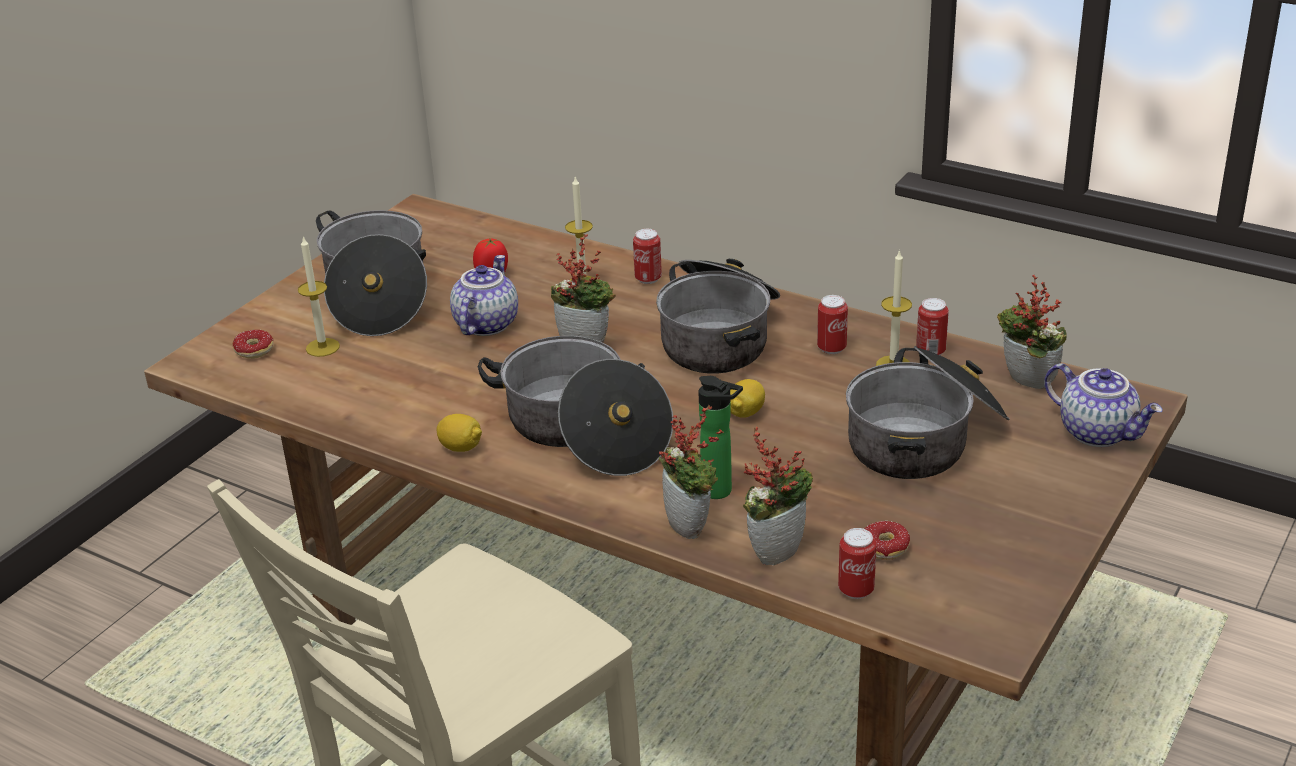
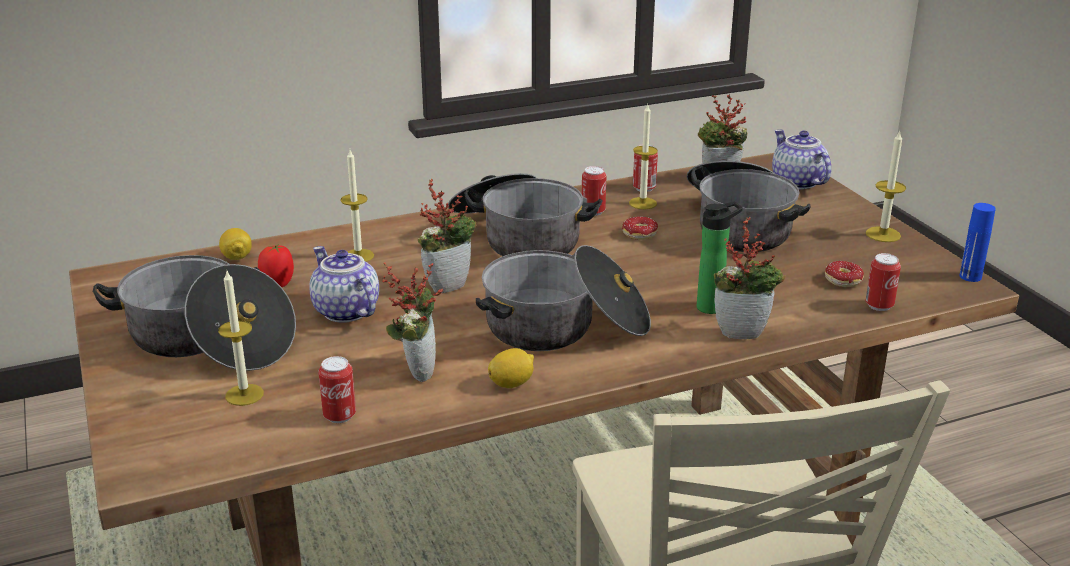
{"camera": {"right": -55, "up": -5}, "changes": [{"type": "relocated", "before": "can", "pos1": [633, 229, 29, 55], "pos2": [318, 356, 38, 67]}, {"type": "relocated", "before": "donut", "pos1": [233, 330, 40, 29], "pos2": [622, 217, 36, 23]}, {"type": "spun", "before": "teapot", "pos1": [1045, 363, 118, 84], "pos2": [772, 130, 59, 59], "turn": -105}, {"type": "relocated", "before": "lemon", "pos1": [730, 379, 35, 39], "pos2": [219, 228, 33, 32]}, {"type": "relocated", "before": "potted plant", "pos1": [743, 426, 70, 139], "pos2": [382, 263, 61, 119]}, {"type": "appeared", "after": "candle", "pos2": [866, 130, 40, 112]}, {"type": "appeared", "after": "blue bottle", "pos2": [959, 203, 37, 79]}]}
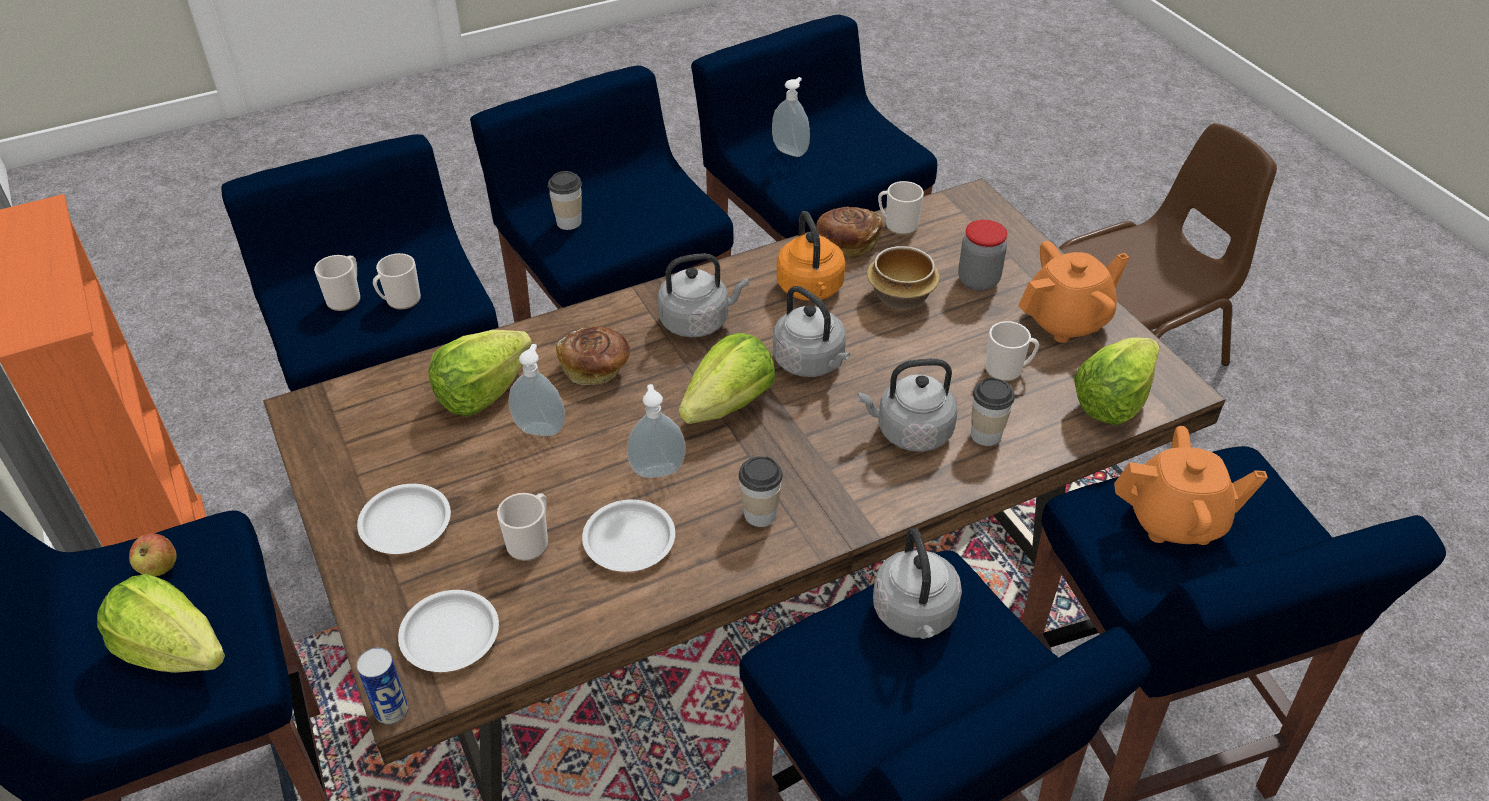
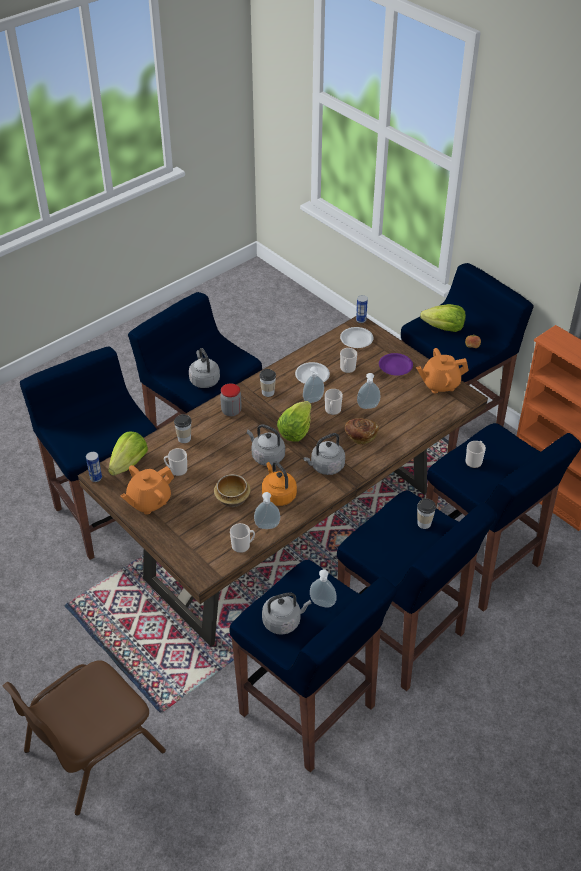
{"camera": {"right": 165, "up": 0}, "changes": [{"type": "exchanged", "before": "bread", "after": "soap dispenser", "pos1": [816, 206, 67, 52], "pos2": [254, 492, 26, 37]}, {"type": "relocated", "before": "jar", "pos1": [958, 220, 49, 71], "pos2": [220, 383, 22, 33]}, {"type": "relocated", "before": "mug", "pos1": [314, 255, 46, 56], "pos2": [325, 389, 18, 26]}, {"type": "missing", "before": "lettuce", "pos1": [428, 330, 104, 86]}, {"type": "relocated", "before": "grey kettle", "pos1": [858, 359, 99, 93], "pos2": [262, 592, 49, 43]}, {"type": "relocated", "before": "orange teapot", "pos1": [1114, 426, 154, 119], "pos2": [416, 348, 53, 46]}, {"type": "colour", "before": "white plate", "after": "purple plate", "pos1": [357, 484, 94, 70], "pos2": [379, 353, 34, 23]}, {"type": "appeared", "after": "can", "pos2": [86, 452, 16, 30]}]}
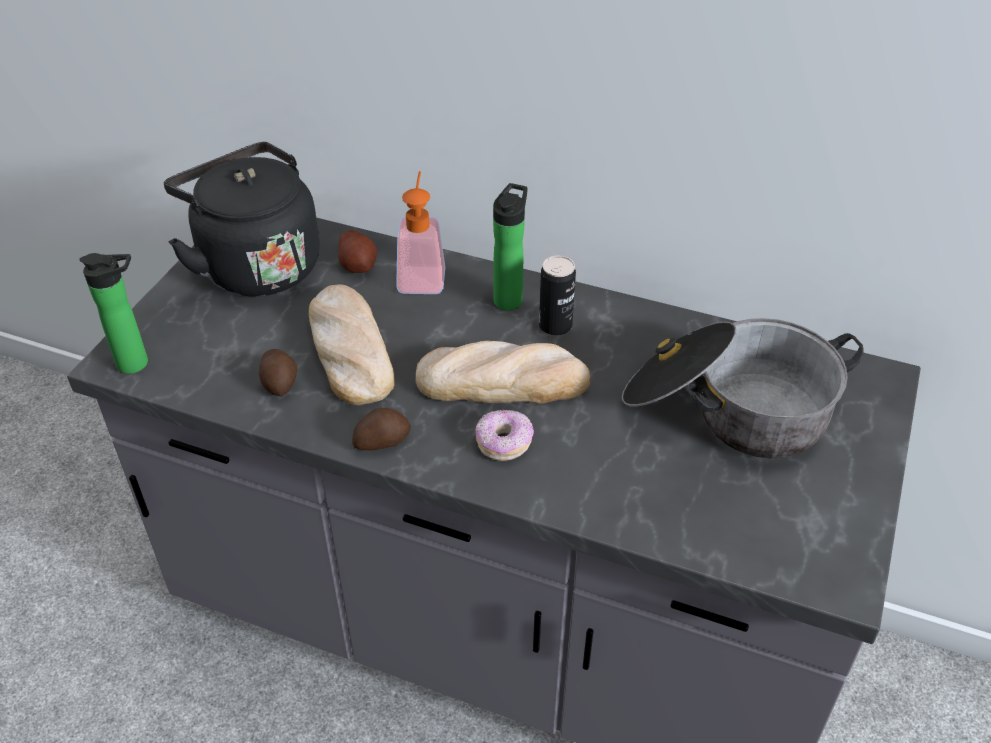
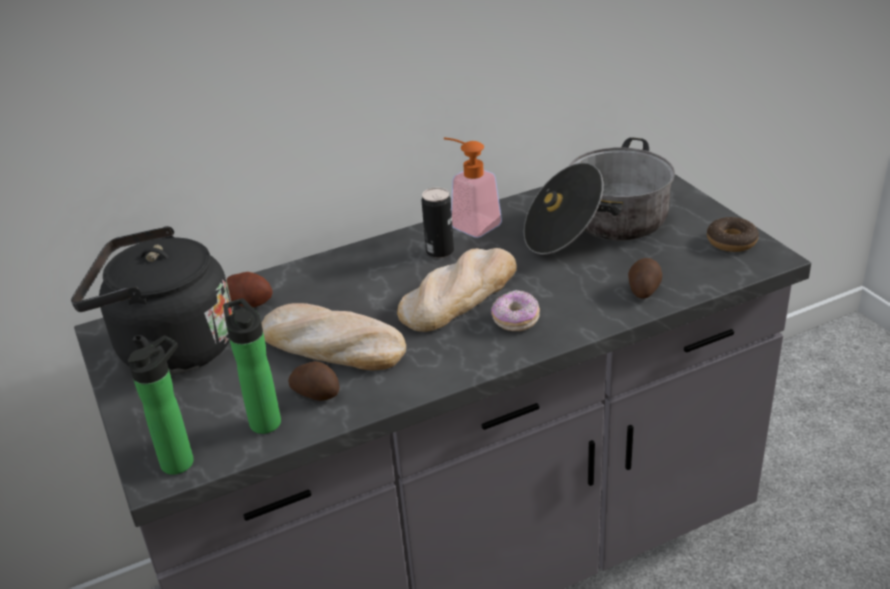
{"camera": {"right": -45, "up": -10}, "changes": [{"type": "relocated", "before": "soap dispenser", "pos1": [396, 171, 49, 123], "pos2": [444, 137, 58, 101]}, {"type": "relocated", "before": "bottle", "pos1": [493, 183, 34, 127], "pos2": [223, 298, 58, 136]}, {"type": "relocated", "before": "potato", "pos1": [352, 408, 59, 43], "pos2": [628, 258, 34, 41]}, {"type": "appeared", "after": "donut", "pos2": [707, 217, 52, 35]}]}
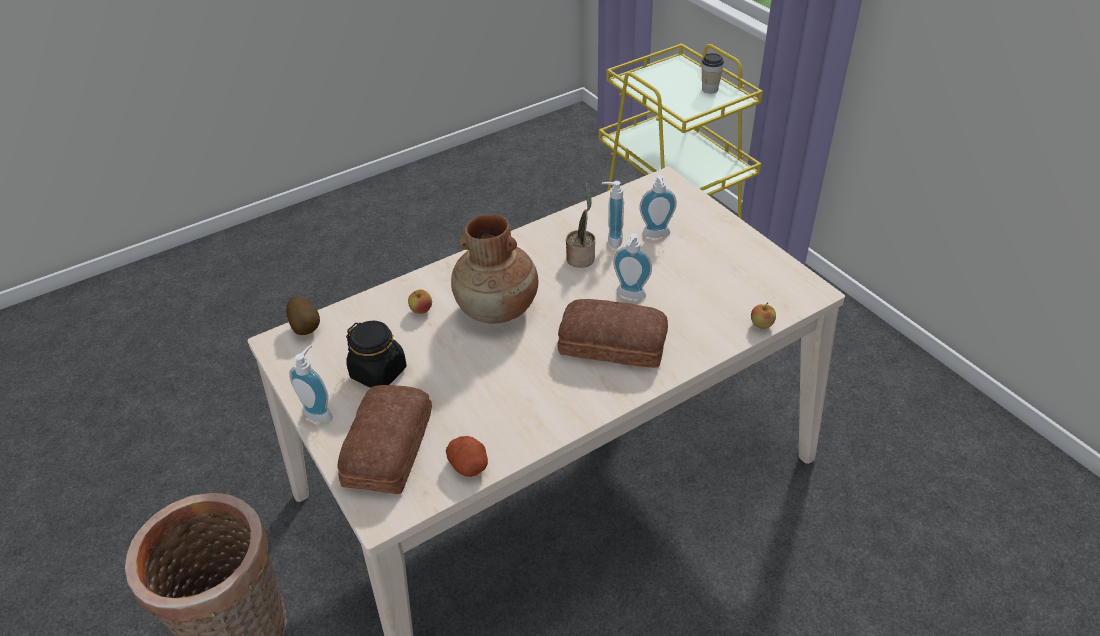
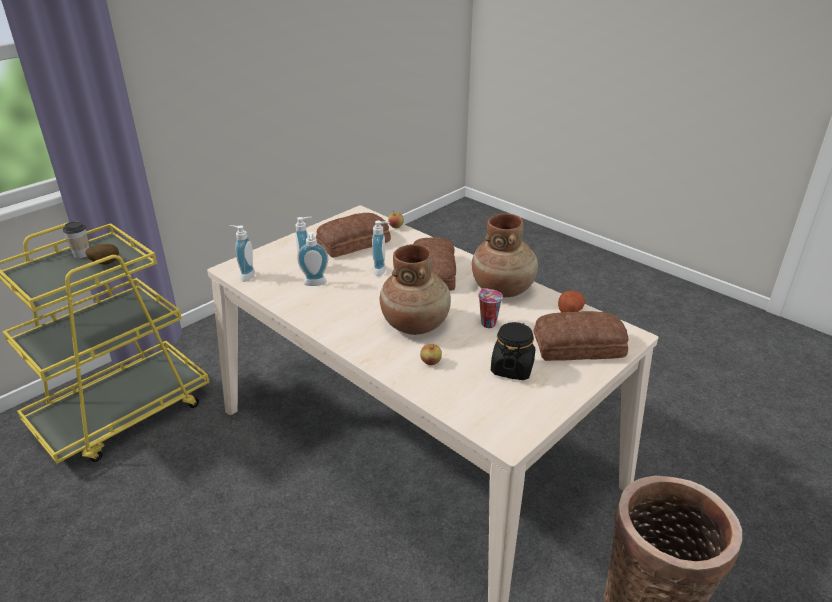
{"camera": {"right": -105, "up": -10}, "changes": [{"type": "missing", "before": "potted plant", "pos1": [566, 182, 29, 86]}, {"type": "relocated", "before": "potato", "pos1": [286, 296, 34, 39], "pos2": [85, 244, 34, 20]}, {"type": "relocated", "before": "soap dispenser", "pos1": [289, 345, 44, 78], "pos2": [229, 225, 26, 57]}, {"type": "appeared", "after": "bread", "pos2": [316, 213, 75, 45]}, {"type": "appeared", "after": "brown vase", "pos2": [472, 213, 66, 84]}, {"type": "appeared", "after": "cup", "pos2": [478, 288, 25, 40]}]}
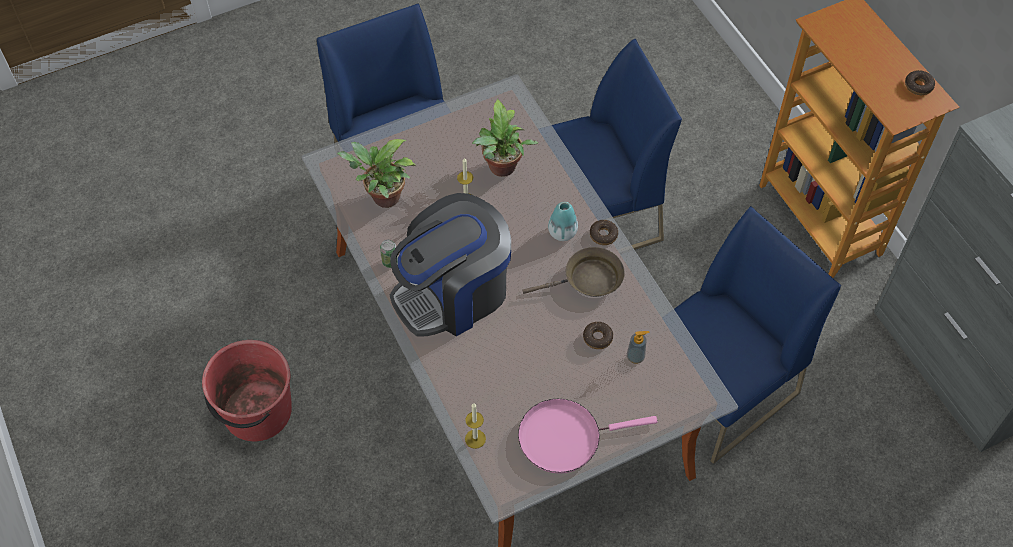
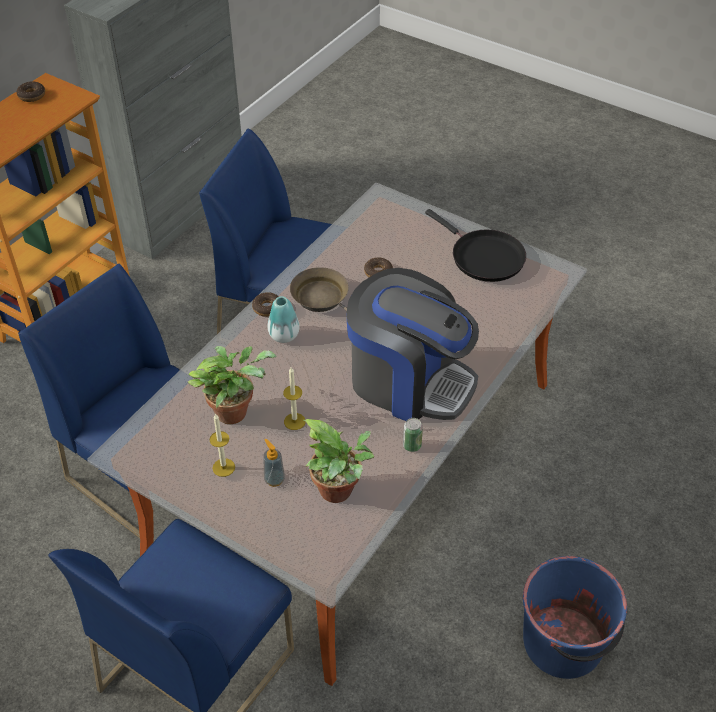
{"camera": {"right": -120, "up": -10}, "changes": [{"type": "relocated", "before": "soap dispenser", "pos1": [627, 331, 23, 33], "pos2": [263, 439, 22, 48]}, {"type": "colour", "before": "red bucket", "after": "blue bucket", "pos1": [202, 340, 90, 101], "pos2": [523, 556, 104, 123]}, {"type": "colour", "before": "pink frying pan", "after": "black frying pan", "pos1": [518, 399, 140, 75], "pos2": [425, 209, 101, 73]}, {"type": "relocated", "before": "candle", "pos1": [465, 403, 21, 46], "pos2": [210, 413, 25, 64]}]}
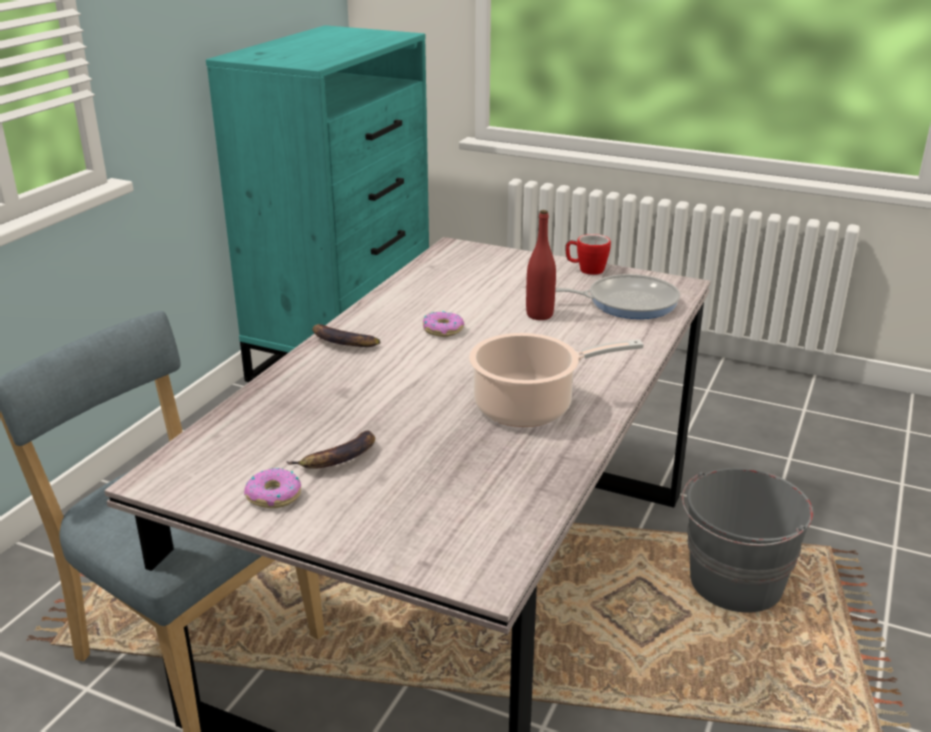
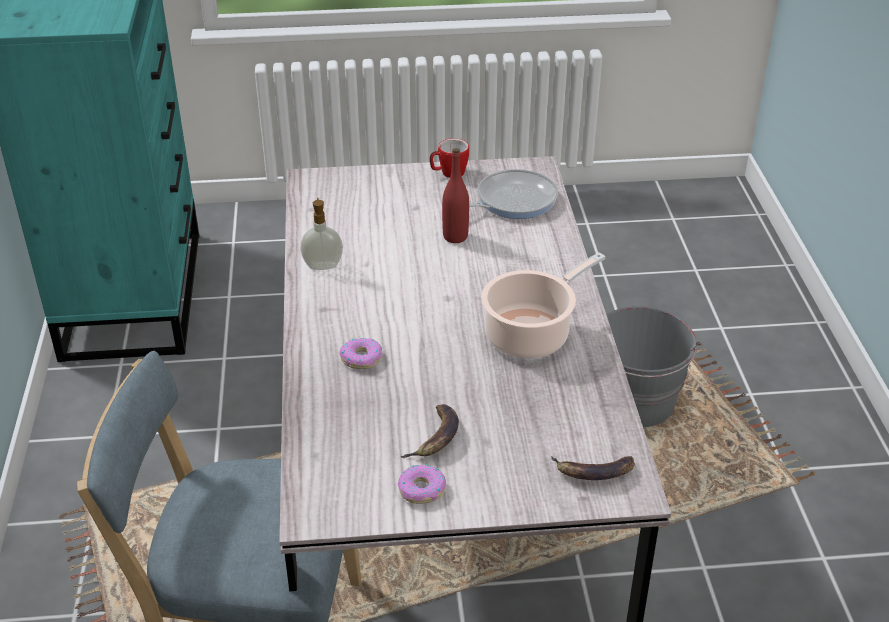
{"camera": {"right": -30, "up": 10}, "changes": [{"type": "relocated", "before": "donut", "pos1": [423, 311, 42, 26], "pos2": [340, 338, 42, 31]}, {"type": "relocated", "before": "banana", "pos1": [312, 324, 68, 23], "pos2": [551, 456, 84, 24]}, {"type": "appeared", "after": "soap dispenser", "pos2": [300, 198, 43, 72]}]}
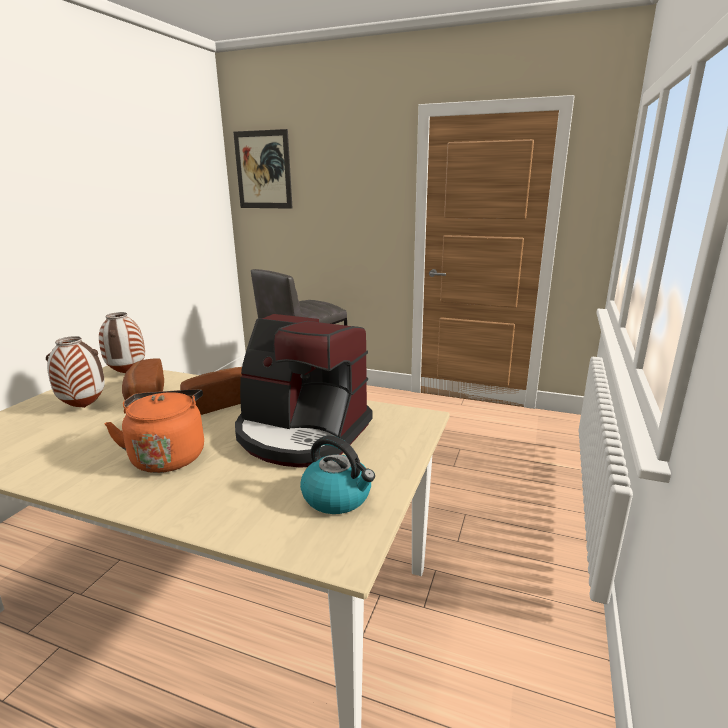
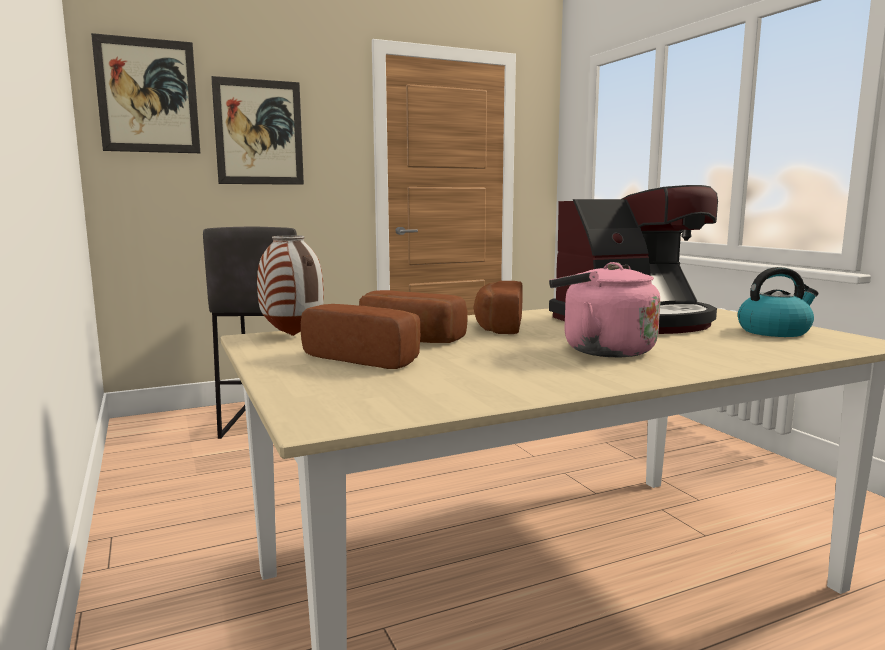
{"camera": {"right": -45, "up": -10}, "changes": [{"type": "exchanged", "before": "vase", "after": "bread", "pos1": [46, 336, 59, 72], "pos2": [301, 304, 119, 65]}, {"type": "colour", "before": "orange kettle", "after": "pink kettle", "pos1": [105, 389, 99, 84], "pos2": [549, 262, 111, 95]}, {"type": "appeared", "after": "picture", "pos2": [211, 76, 93, 109]}]}
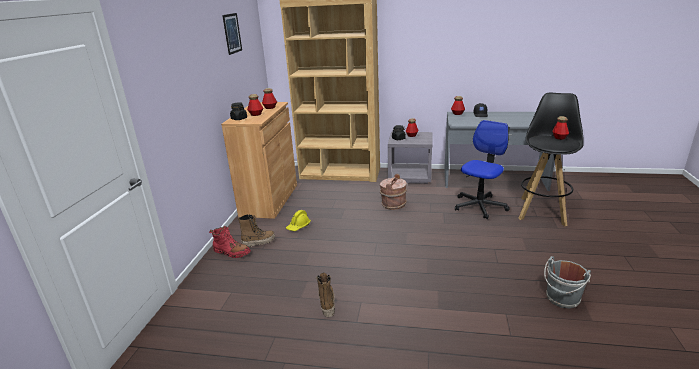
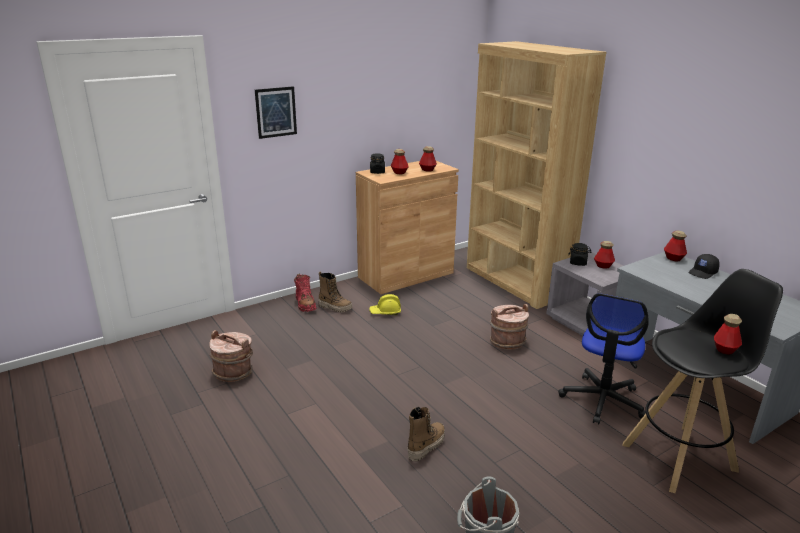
{"camera": {"right": 45, "up": 0}, "changes": [{"type": "relocated", "before": "picture", "pos1": [222, 13, 20, 42], "pos2": [255, 86, 42, 53]}, {"type": "spun", "before": "office chair", "pos1": [455, 120, 55, 99], "pos2": [558, 293, 91, 131], "turn": 120}, {"type": "relocated", "before": "boot", "pos1": [316, 273, 19, 44], "pos2": [407, 407, 38, 54]}, {"type": "appeared", "after": "brown bucket", "pos2": [209, 330, 44, 52]}]}
